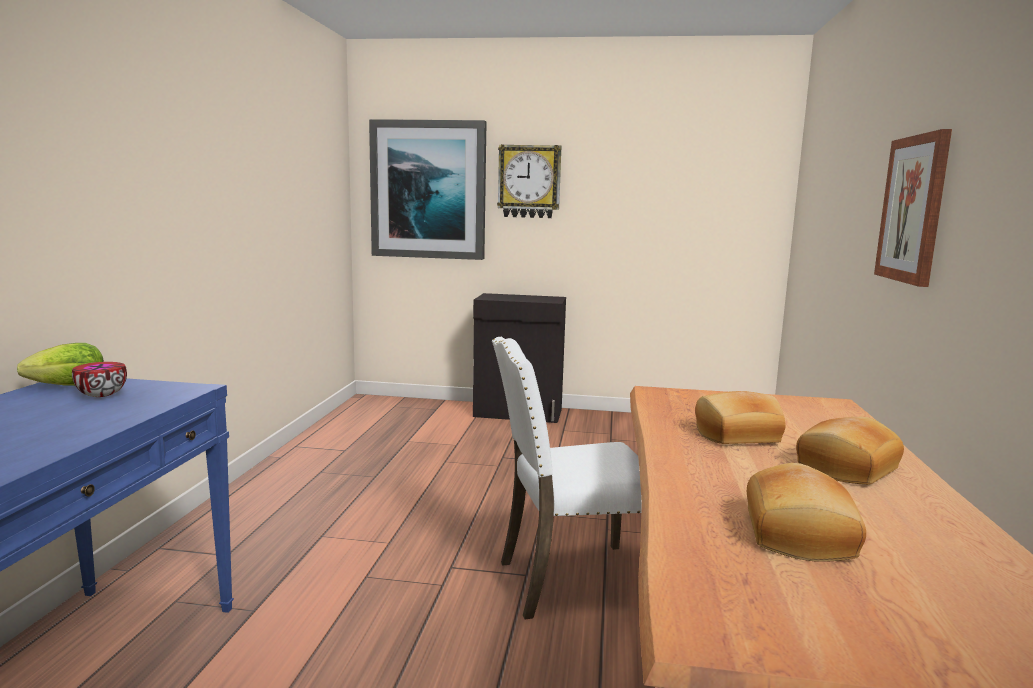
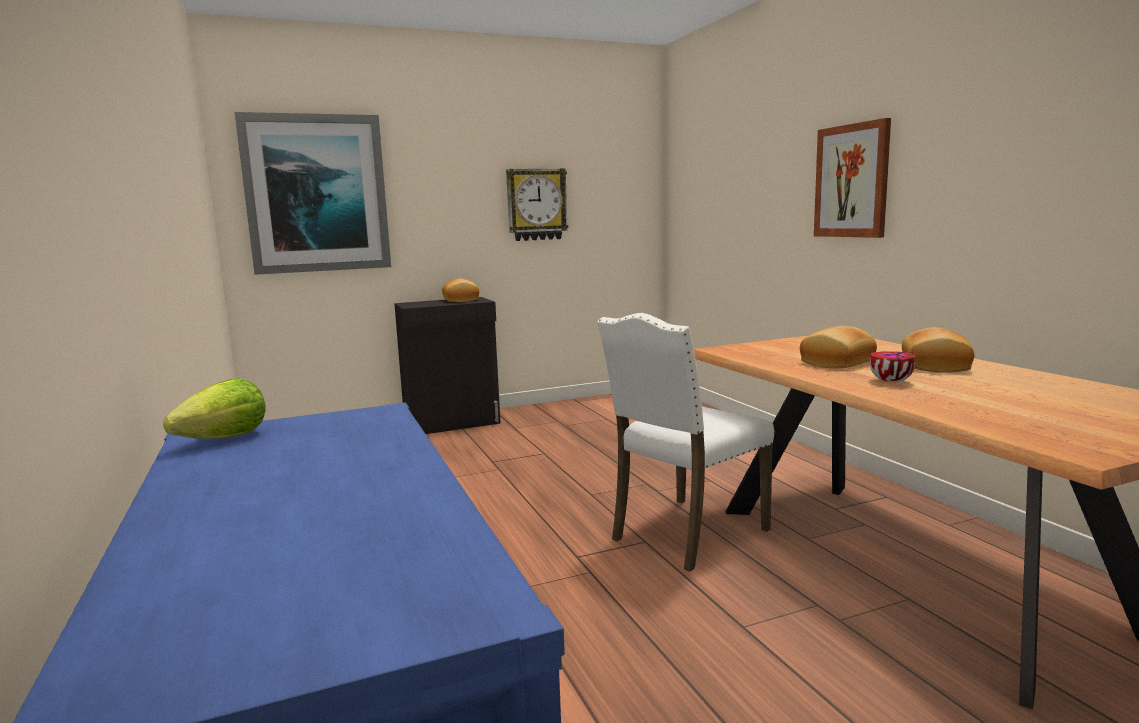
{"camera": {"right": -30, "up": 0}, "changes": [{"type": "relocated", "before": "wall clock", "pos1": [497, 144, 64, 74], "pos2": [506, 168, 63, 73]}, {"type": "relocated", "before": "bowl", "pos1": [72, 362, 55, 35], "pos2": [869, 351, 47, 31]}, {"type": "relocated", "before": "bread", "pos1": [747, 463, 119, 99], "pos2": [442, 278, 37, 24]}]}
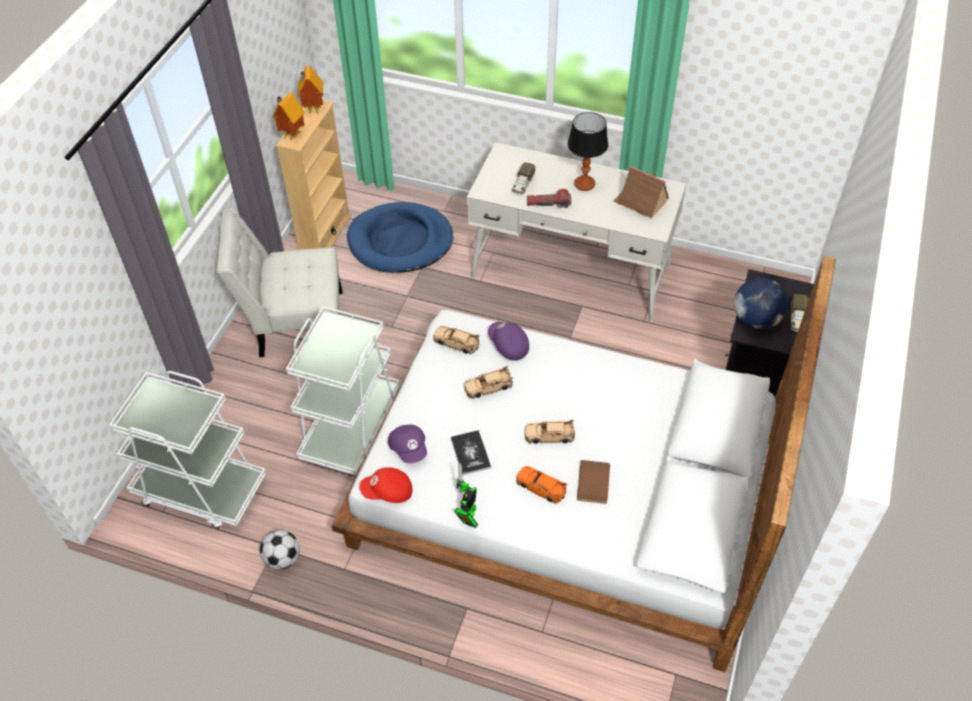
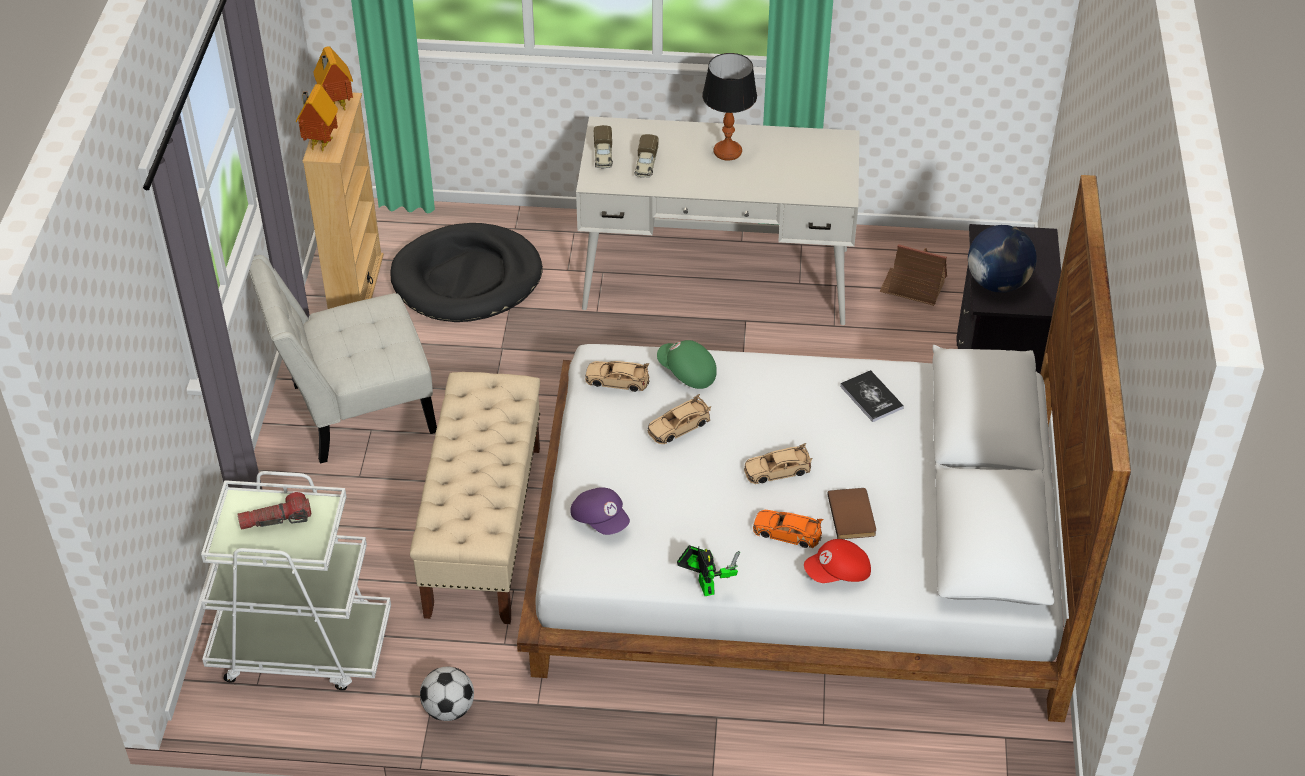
{"camera": {"right": -15, "up": -5}, "changes": [{"type": "relocated", "before": "toy house", "pos1": [613, 166, 56, 53], "pos2": [879, 244, 68, 62]}, {"type": "relocated", "before": "flashlight", "pos1": [527, 189, 44, 19], "pos2": [238, 492, 73, 38]}, {"type": "colour", "before": "blue dog bed", "after": "black dog bed", "pos1": [347, 202, 106, 71], "pos2": [390, 223, 153, 99]}, {"type": "relocated", "before": "toy truck", "pos1": [790, 294, 18, 38], "pos2": [594, 125, 19, 44]}, {"type": "exchanged", "before": "white cart", "after": "beige bench", "pos1": [286, 306, 114, 169], "pos2": [410, 372, 130, 252]}, {"type": "colour", "before": "purple cap", "after": "green cap", "pos1": [488, 322, 41, 39], "pos2": [657, 340, 60, 49]}, {"type": "relocated", "before": "book", "pos1": [451, 430, 40, 45], "pos2": [840, 370, 64, 52]}, {"type": "spun", "before": "toy robot", "pos1": [454, 463, 24, 65], "pos2": [677, 545, 63, 51], "turn": 150}, {"type": "relocated", "before": "red cap", "pos1": [360, 467, 53, 36], "pos2": [804, 539, 67, 44]}]}
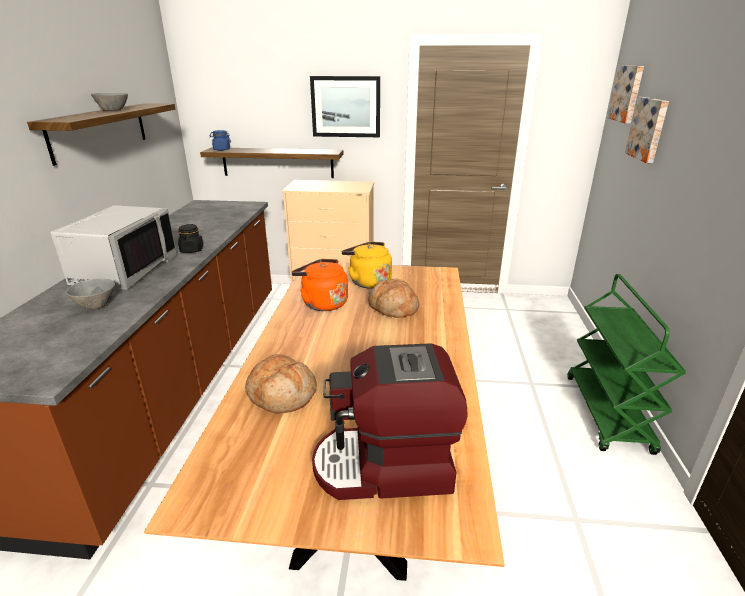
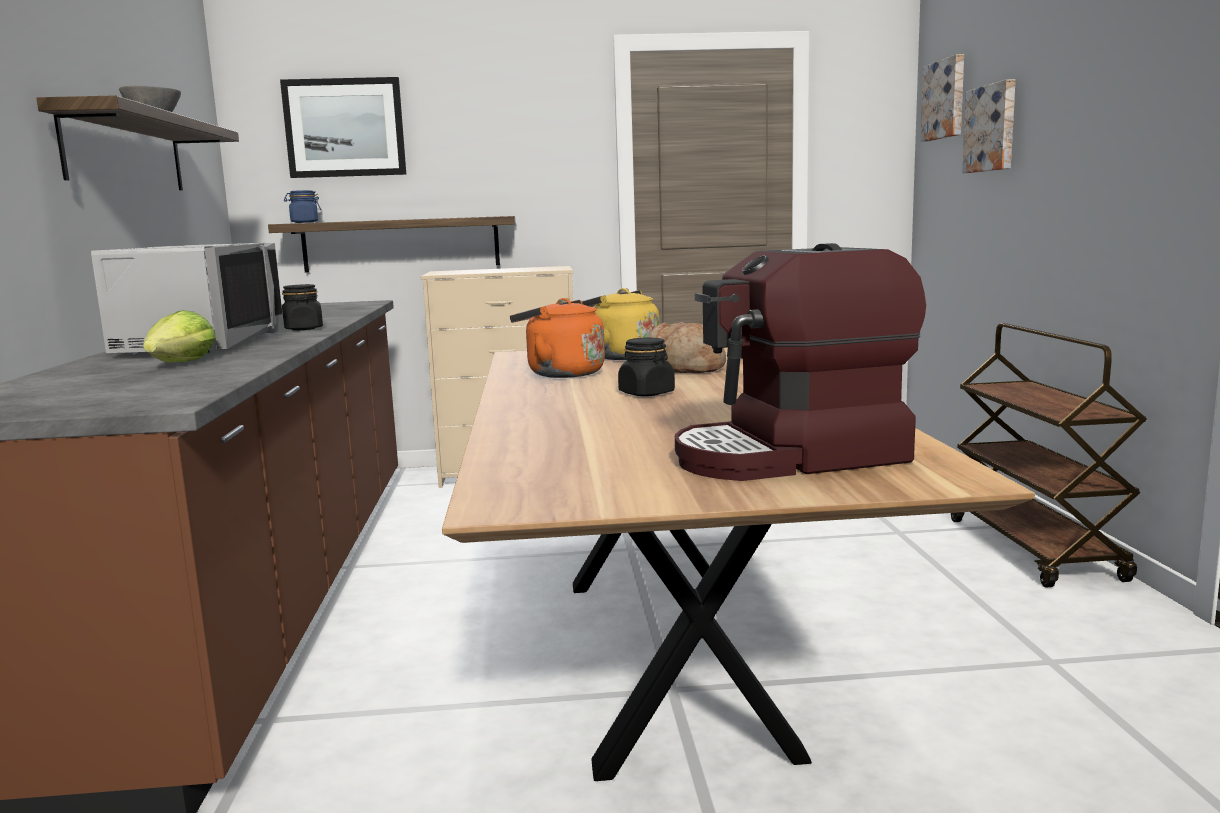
{"camera": {"right": -10, "up": -15}, "changes": [{"type": "relocated", "before": "picture", "pos1": [310, 76, 70, 61], "pos2": [280, 77, 126, 101]}, {"type": "colour", "before": "green cart", "after": "brown cart", "pos1": [567, 274, 119, 181], "pos2": [951, 323, 196, 264]}, {"type": "exchanged", "before": "grey bowl", "after": "lettuce", "pos1": [65, 279, 50, 31], "pos2": [143, 310, 73, 53]}, {"type": "missing", "before": "bread", "pos1": [245, 354, 72, 60]}, {"type": "appeared", "after": "black jar", "pos2": [618, 338, 57, 58]}]}
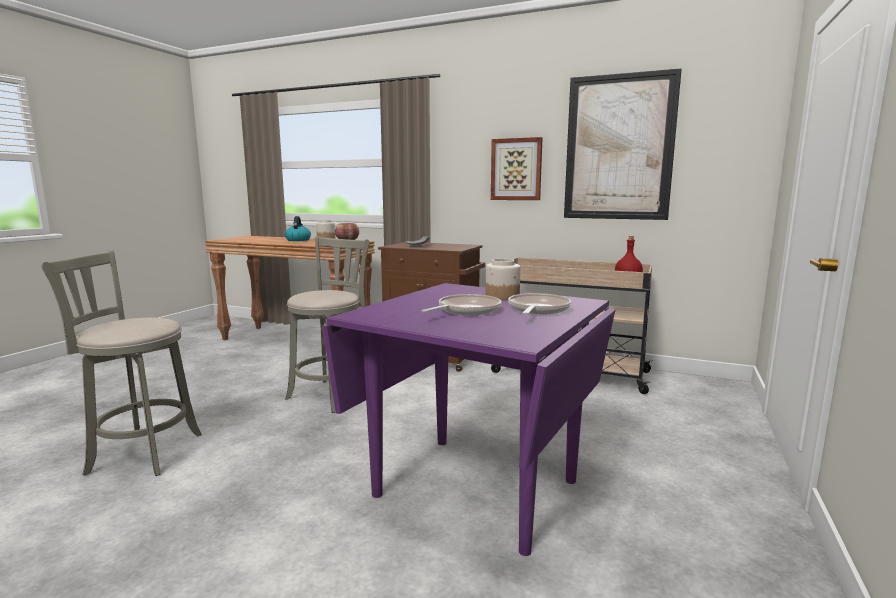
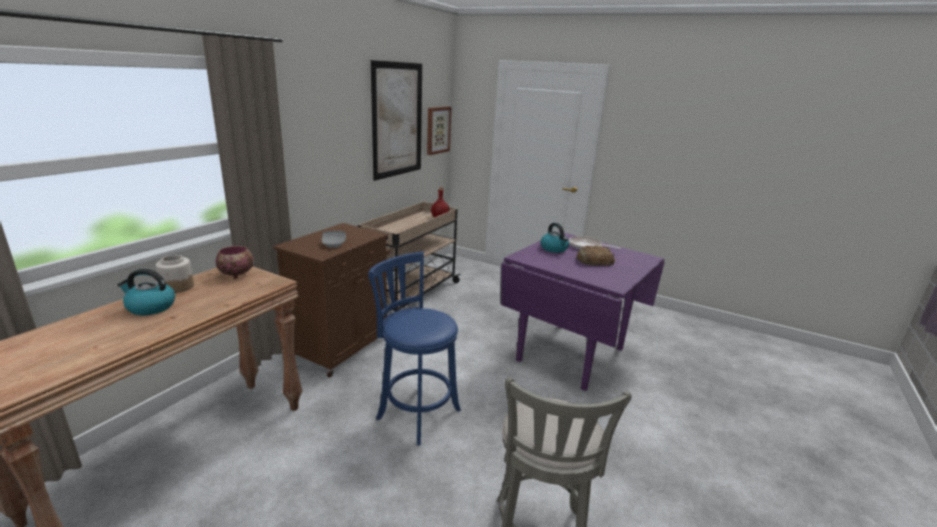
{"camera": {"right": -85, "up": 10}, "changes": [{"type": "relocated", "before": "picture", "pos1": [491, 137, 52, 63], "pos2": [427, 107, 24, 48]}, {"type": "colour", "before": "grey stool", "after": "blue stool", "pos1": [285, 236, 84, 177], "pos2": [368, 251, 93, 195]}, {"type": "exchanged", "before": "jar", "after": "kettle", "pos1": [486, 259, 34, 41], "pos2": [541, 223, 28, 30]}, {"type": "exchanged", "before": "frying pan", "after": "bread", "pos1": [421, 294, 80, 21], "pos2": [577, 246, 38, 20]}]}
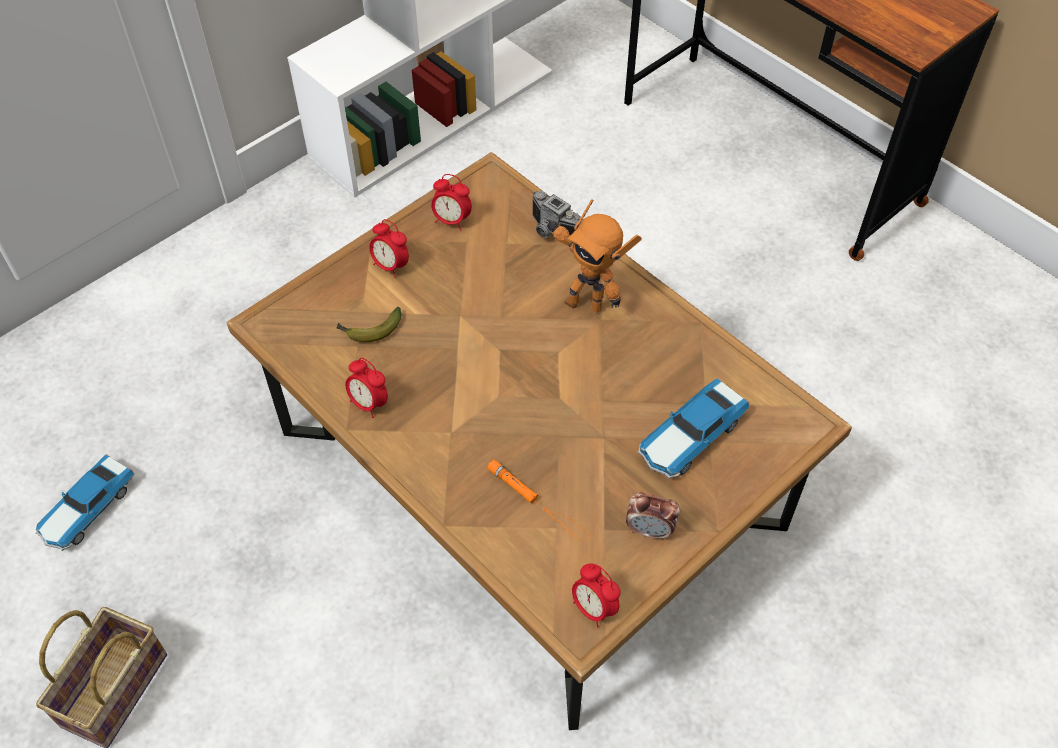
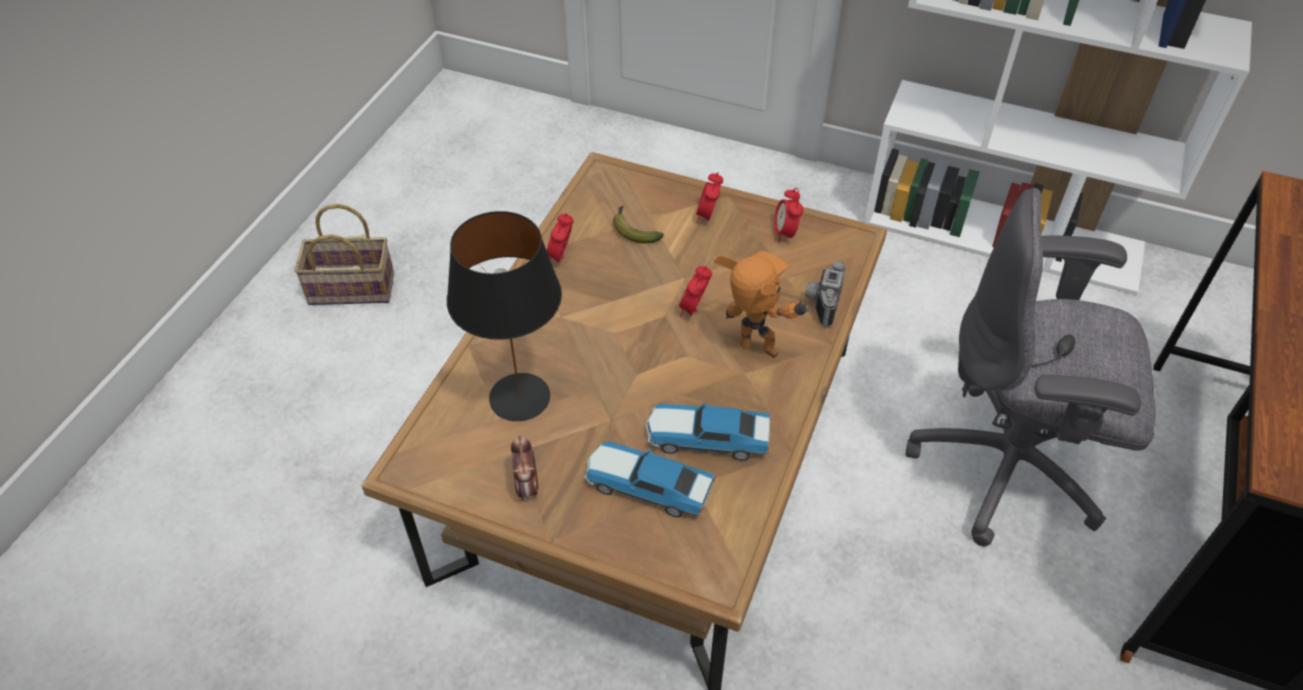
{"camera": {"right": 65, "up": -5}, "changes": [{"type": "spun", "before": "toy robot", "pos1": [544, 199, 98, 113], "pos2": [714, 251, 96, 107], "turn": 120}, {"type": "relocated", "before": "toy car", "pos1": [35, 454, 100, 97], "pos2": [645, 402, 126, 59]}, {"type": "exchanged", "before": "orange flashlight", "after": "black table lamp", "pos1": [487, 459, 102, 82], "pos2": [447, 211, 115, 210]}, {"type": "relocated", "before": "alarm clock", "pos1": [572, 563, 49, 65], "pos2": [679, 266, 33, 51]}, {"type": "appeared", "after": "grey office chair", "pos2": [906, 188, 250, 358]}]}
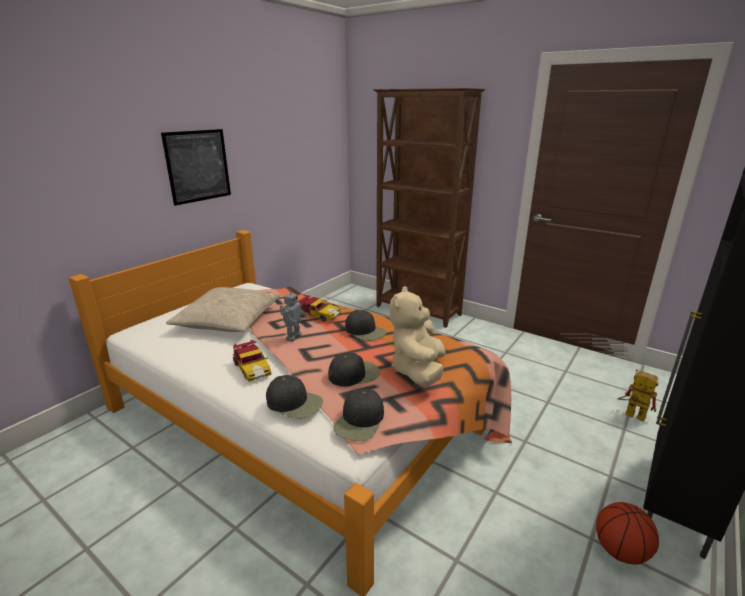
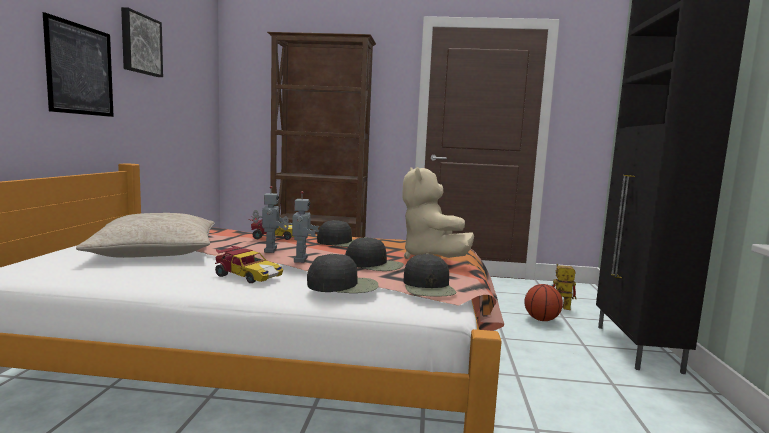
{"camera": {"right": -30, "up": -15}, "changes": [{"type": "spun", "before": "black cap", "pos1": [328, 353, 52, 34], "pos2": [346, 237, 58, 34], "turn": 75}, {"type": "relocated", "before": "basketball", "pos1": [596, 502, 63, 63], "pos2": [524, 284, 39, 37]}, {"type": "appeared", "after": "picture", "pos2": [121, 7, 42, 70]}, {"type": "appeared", "after": "toy robot", "pos2": [282, 191, 37, 72]}]}
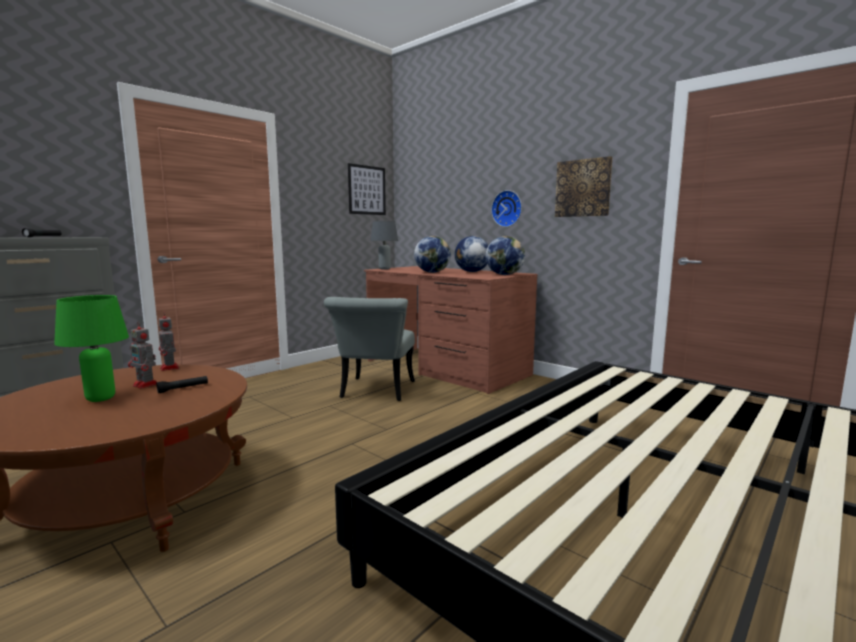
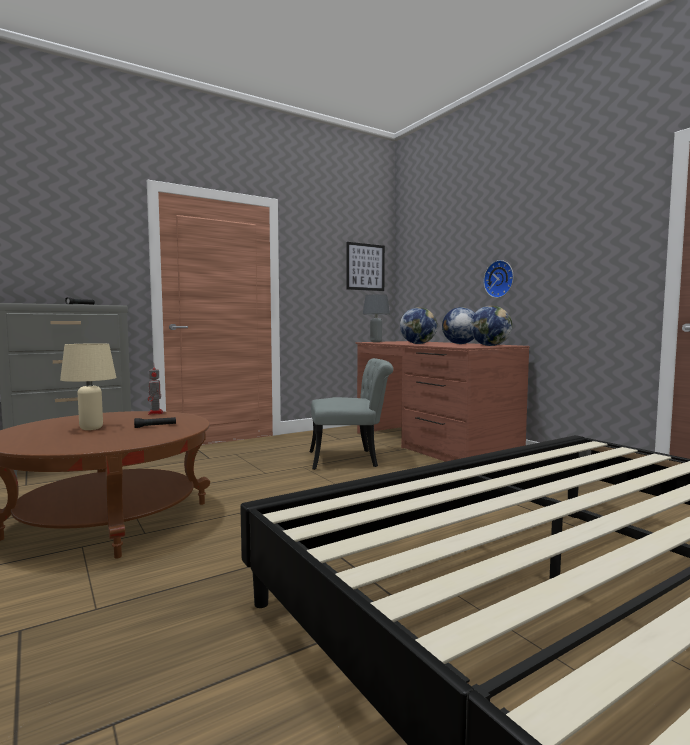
{"camera": {"right": 15, "up": -5}, "changes": [{"type": "missing", "before": "picture", "pos1": [555, 156, 58, 61]}, {"type": "colour", "before": "green table lamp", "after": "beige table lamp", "pos1": [54, 295, 75, 107], "pos2": [60, 343, 56, 87]}, {"type": "spun", "before": "grey chair", "pos1": [324, 297, 91, 104], "pos2": [310, 358, 83, 112], "turn": -120}, {"type": "missing", "before": "toy robot", "pos1": [128, 321, 29, 68]}]}
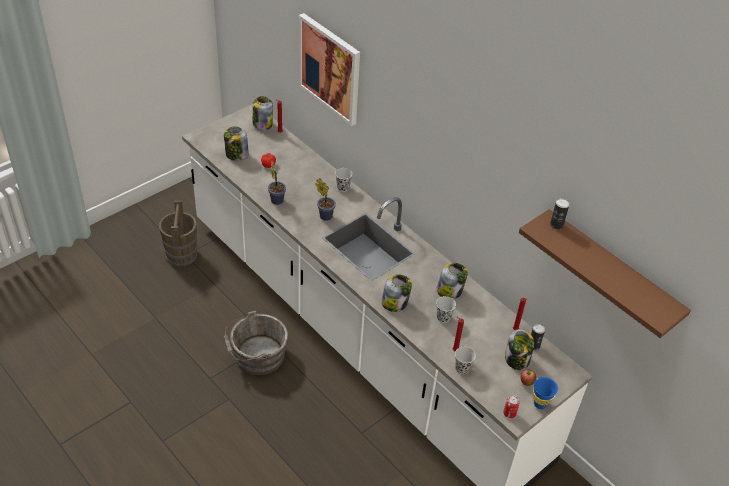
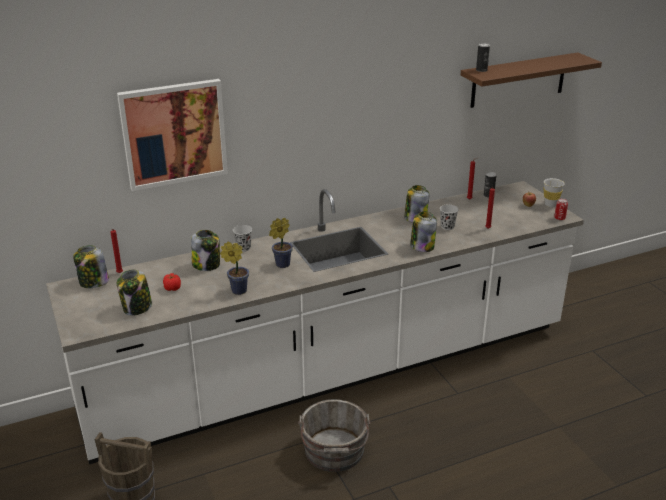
{"camera": {"right": -70, "up": -15}, "changes": [{"type": "relocated", "before": "jar", "pos1": [505, 330, 29, 40], "pos2": [191, 230, 29, 41]}, {"type": "missing", "before": "black cup", "pos1": [455, 347, 21, 27]}, {"type": "colour", "before": "blue cup", "after": "white cup", "pos1": [533, 377, 25, 32], "pos2": [544, 178, 21, 29]}]}
